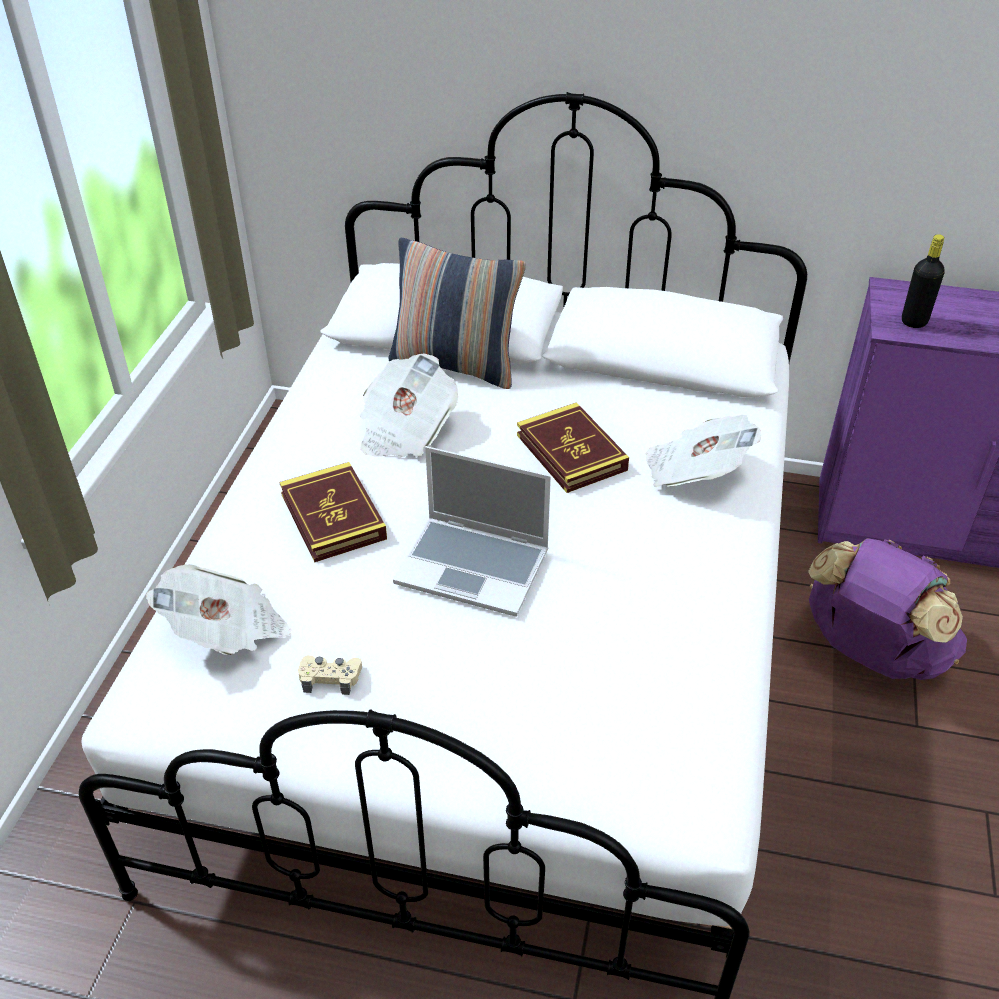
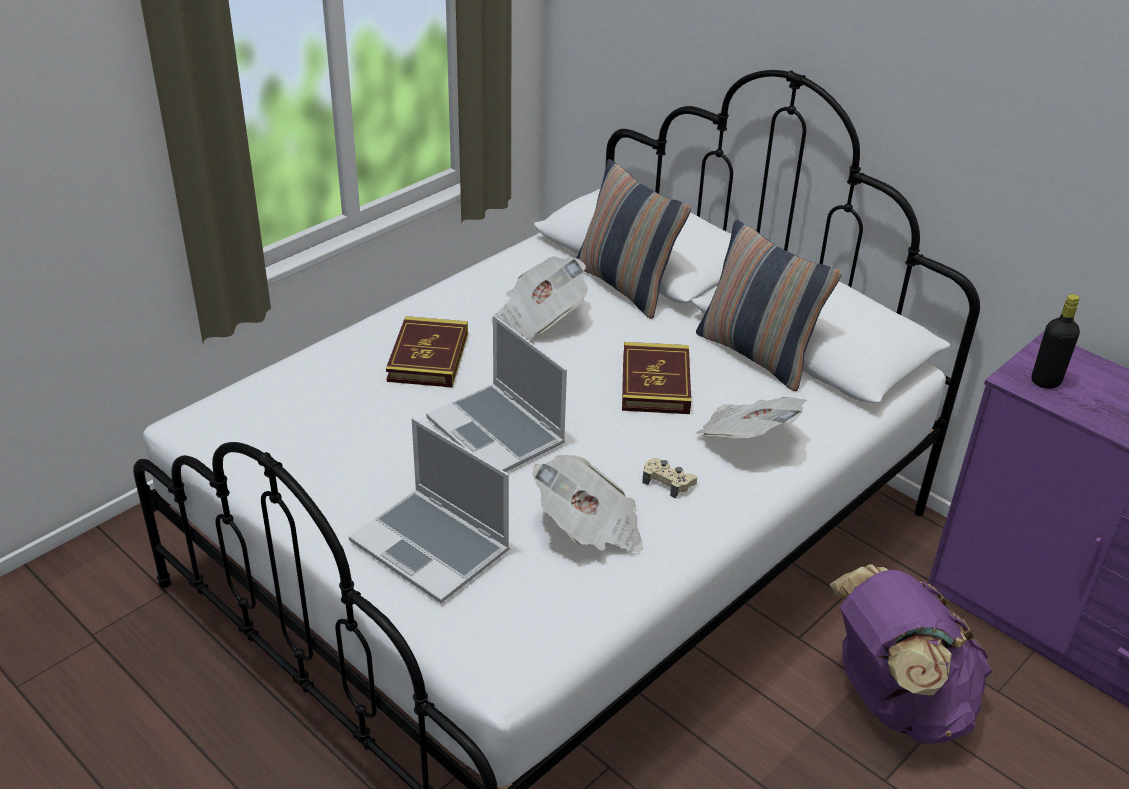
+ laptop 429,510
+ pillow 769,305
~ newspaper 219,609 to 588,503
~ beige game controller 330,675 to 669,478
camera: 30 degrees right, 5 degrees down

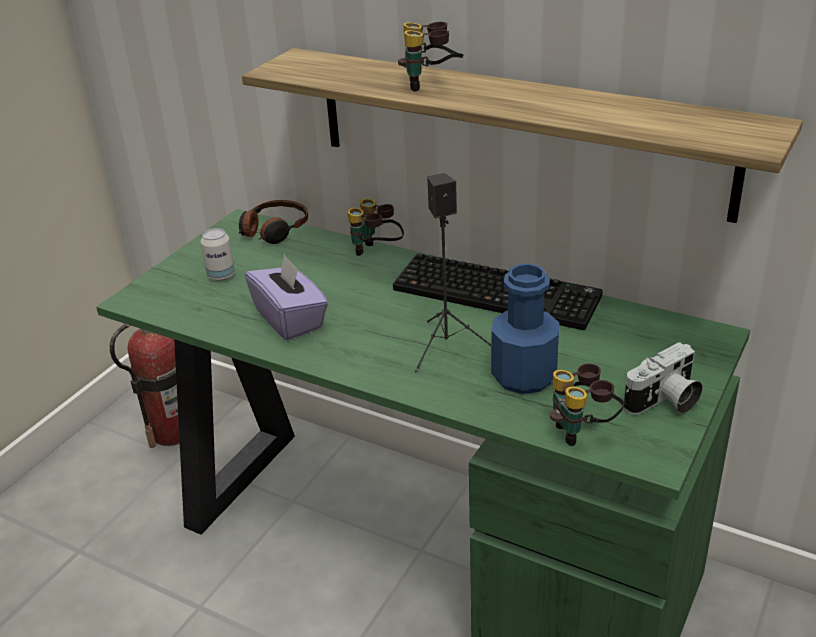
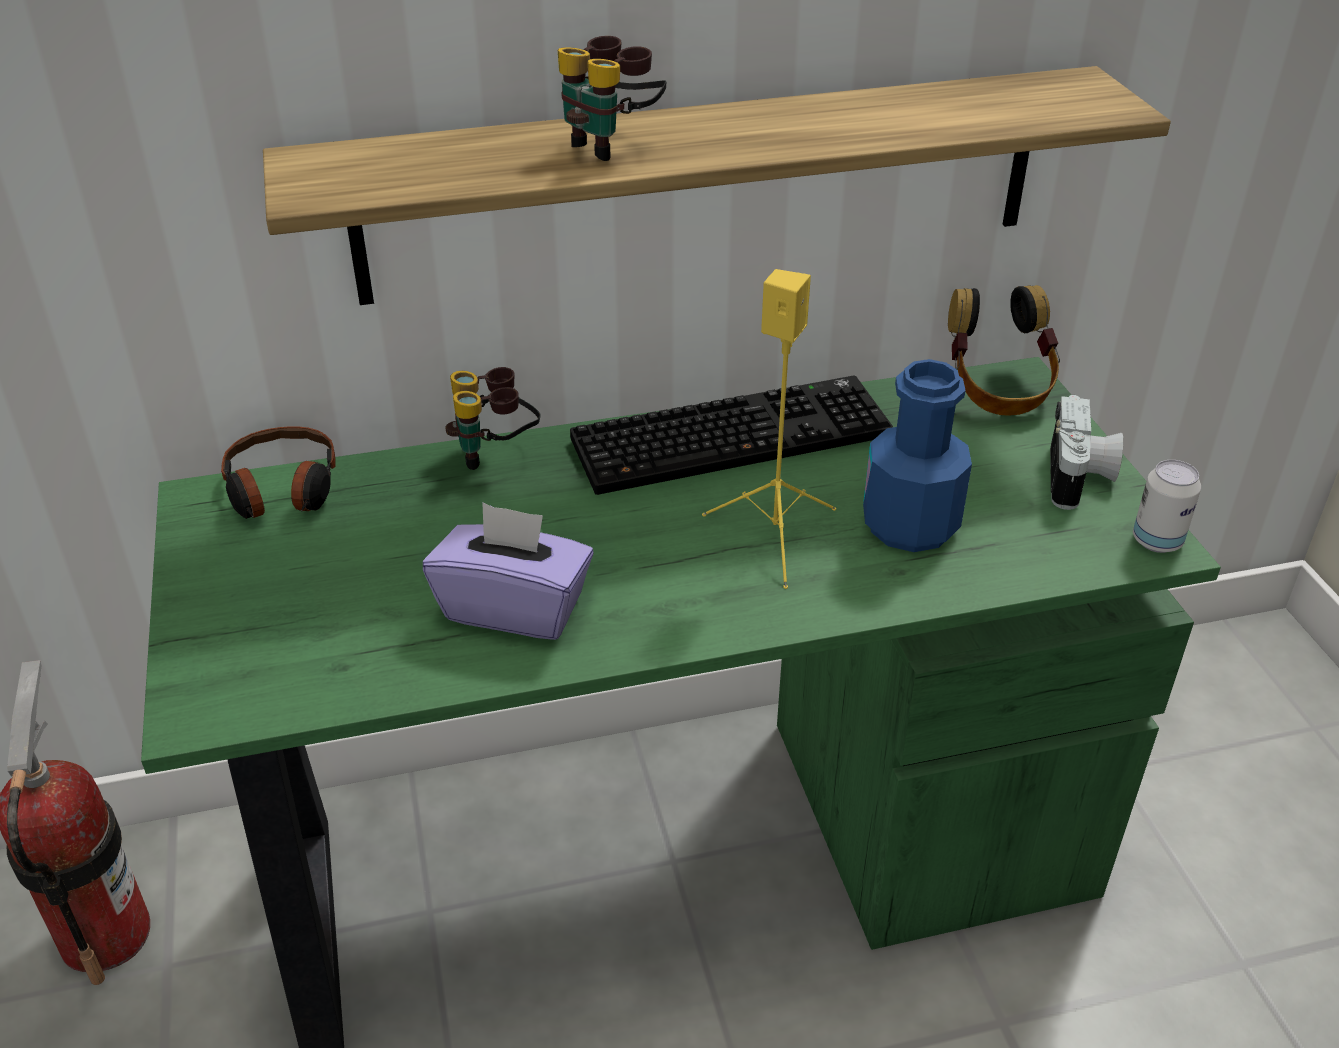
- binoculars 587,404
+ headphones 1004,350
~ can 218,254 to 1167,506
~ black speaker 453,272 to yellow speaker 769,429
camera: 45 degrees left, 5 degrees up

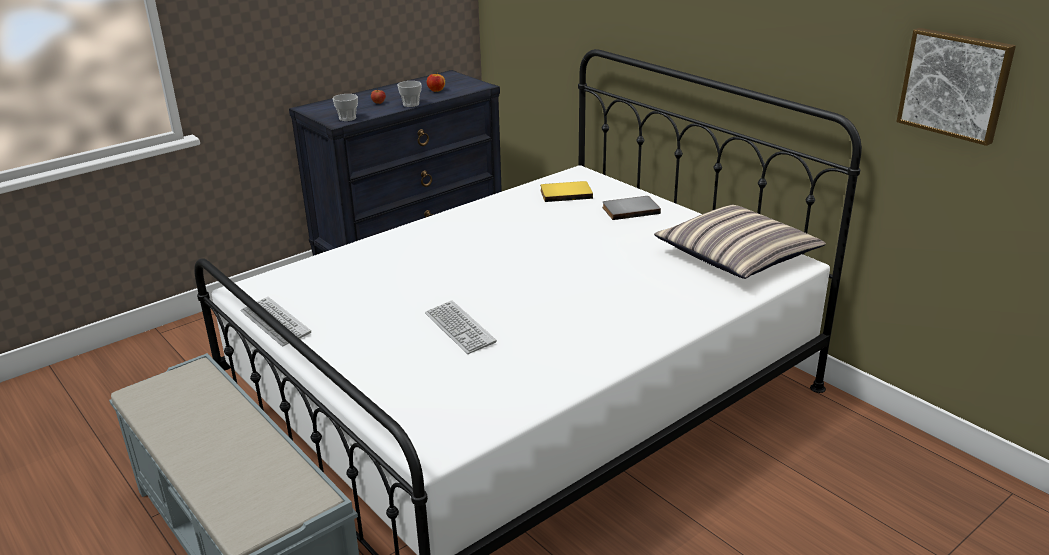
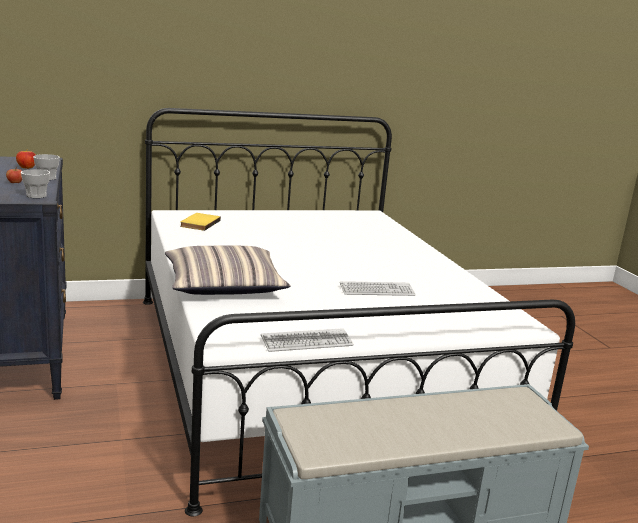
- grey book 631,208
- picture 956,87
~ pillow 740,242 to 228,270
camera: 70 degrees left, 10 degrees down

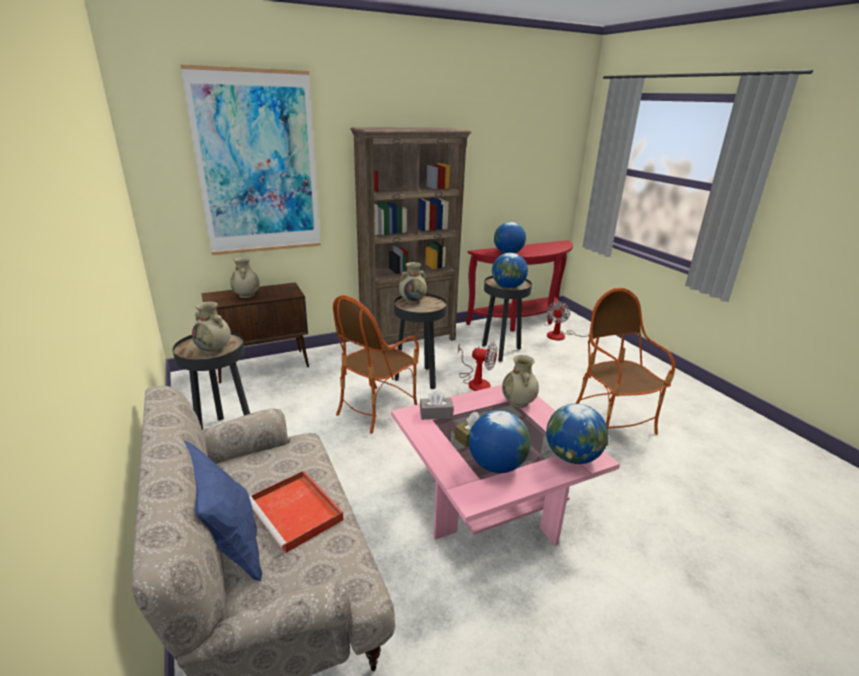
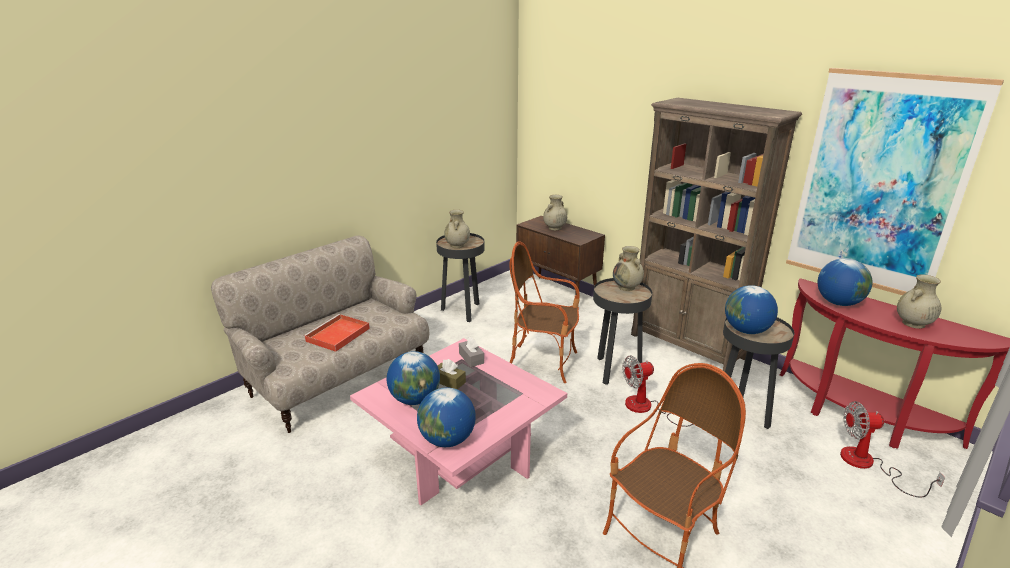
- blue pillow 223,510
~ picture 250,160 to 895,181
~ beige vase 520,381 to 919,302
~ fan 477,367 = 657,391 75 degrees clockwise
camera: 70 degrees right, 0 degrees up

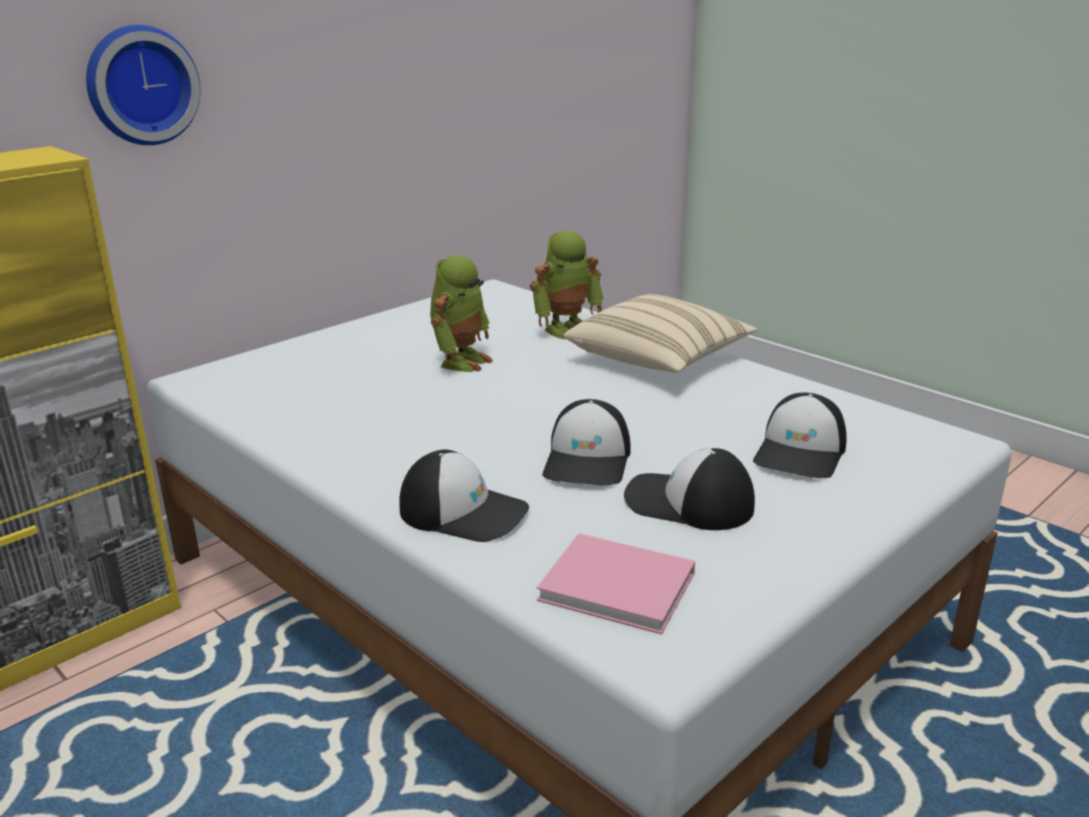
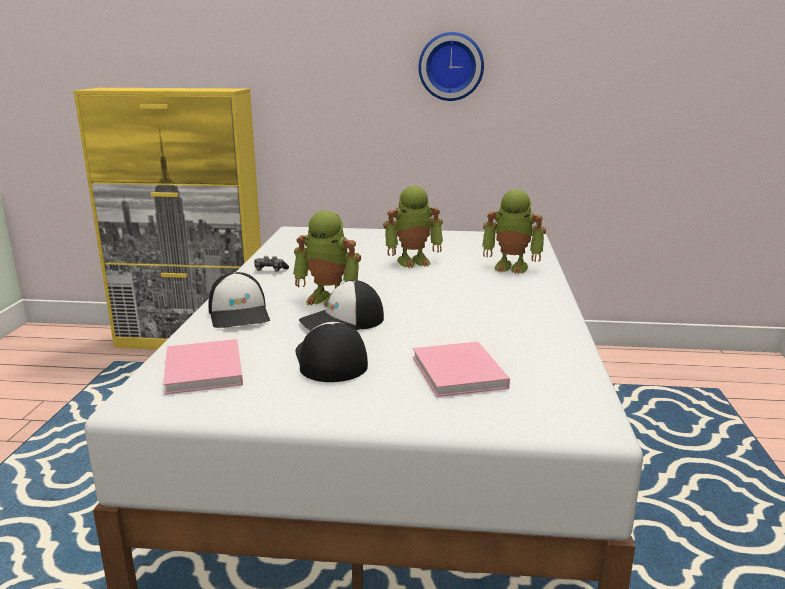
- beige pillow 660,333
+ game controller 271,264
+ toy robot 327,259
~ wall clock 143,85 to 451,66
~ cap 800,435 to pink book 461,369
camera: 50 degrees right, 5 degrees down

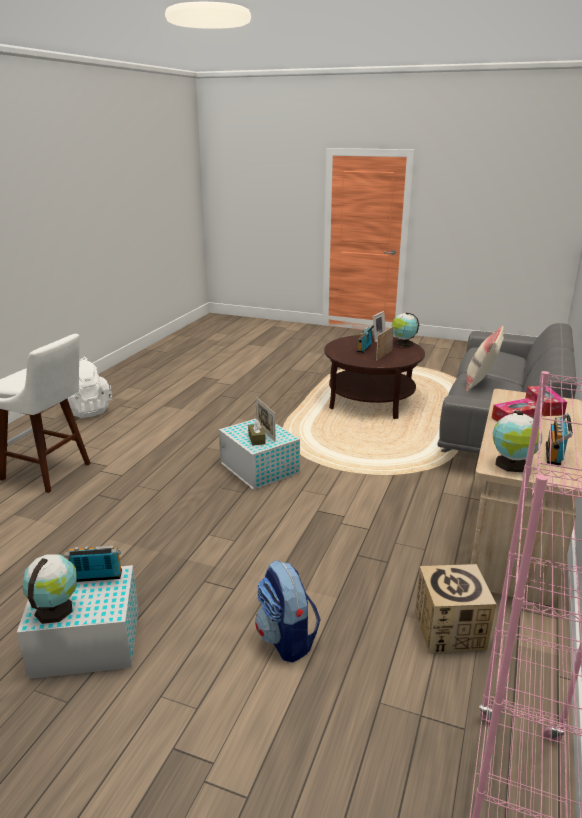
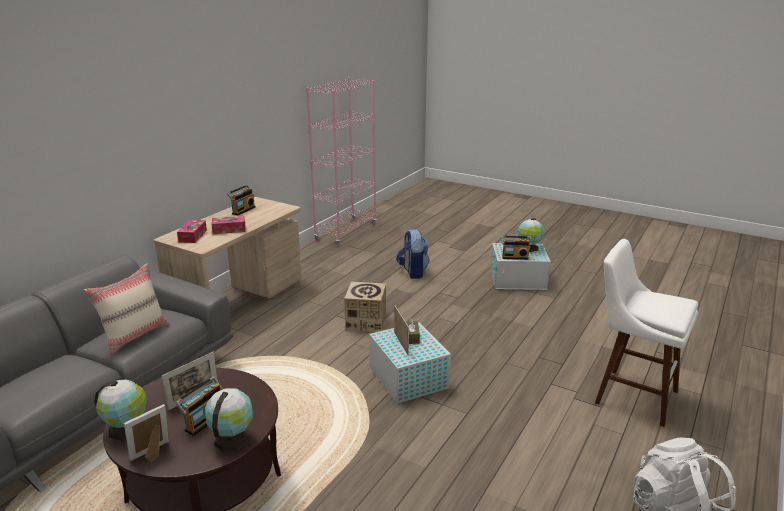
~ cardboard box 456,608 to 365,307
~ globe 517,441 to 229,420
camera: 170 degrees left, 0 degrees up

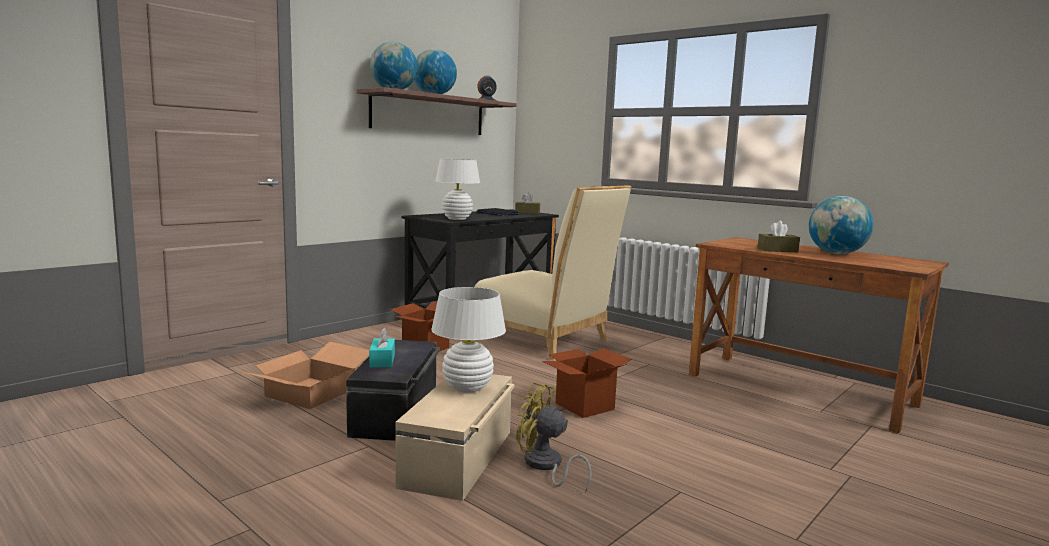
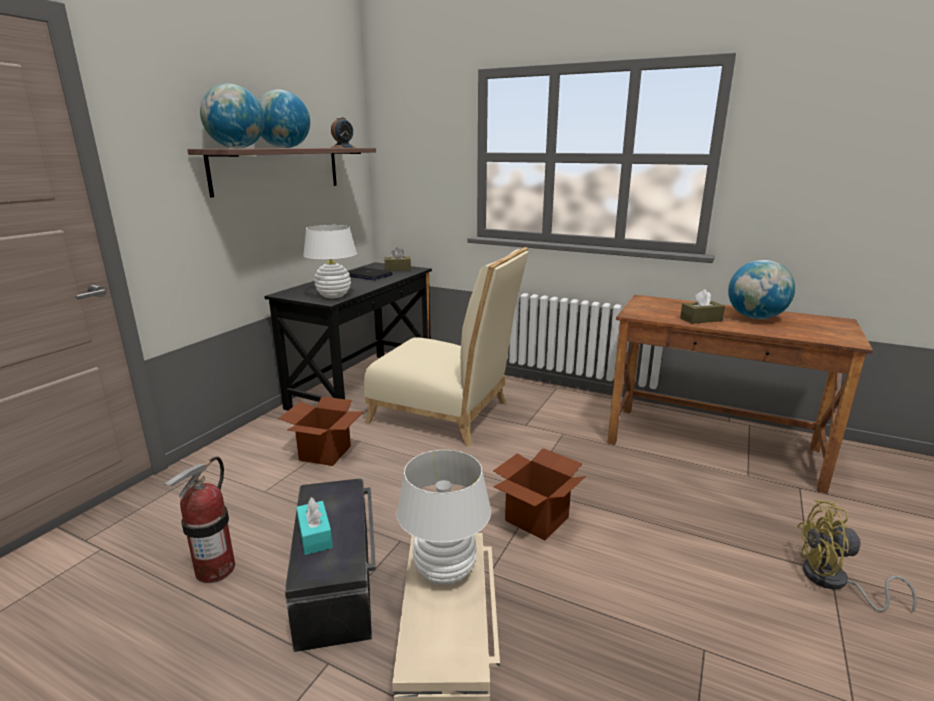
~ yellow fan 554,437 to 857,556
~ cardboard box 305,375 to fire extinguisher 199,519
camera: 15 degrees left, 10 degrees up

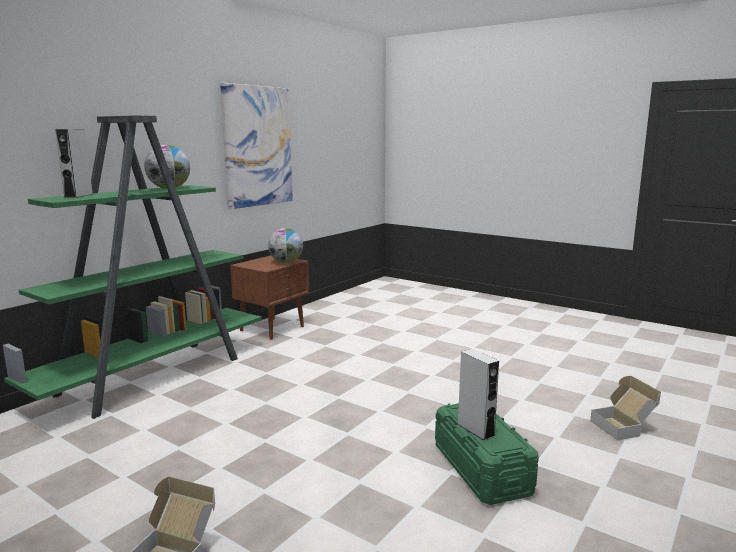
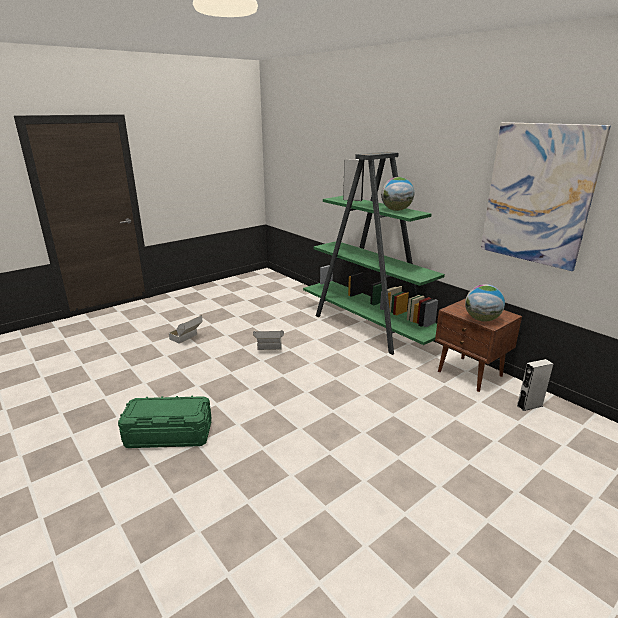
~ grey speaker 478,395 to 535,385
~ cardboard box 625,408 to 268,340
camera: 105 degrees right, 10 degrees up

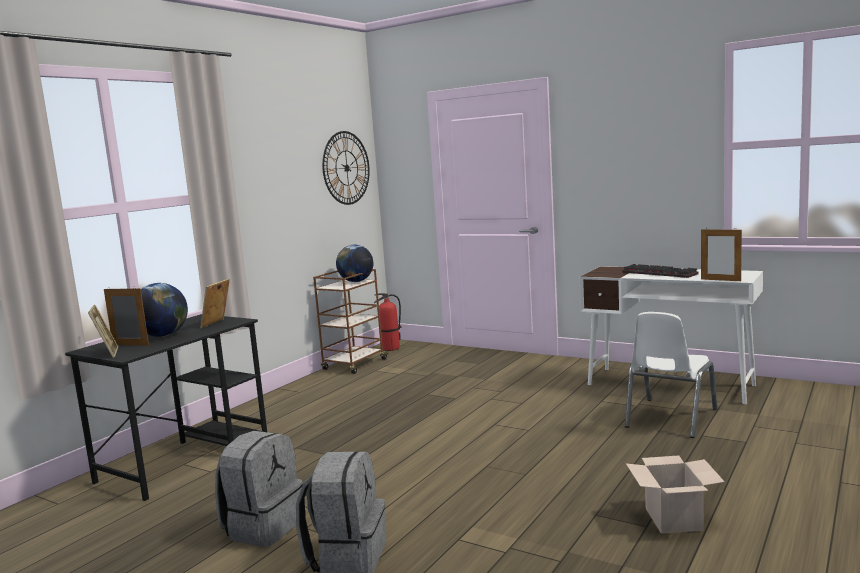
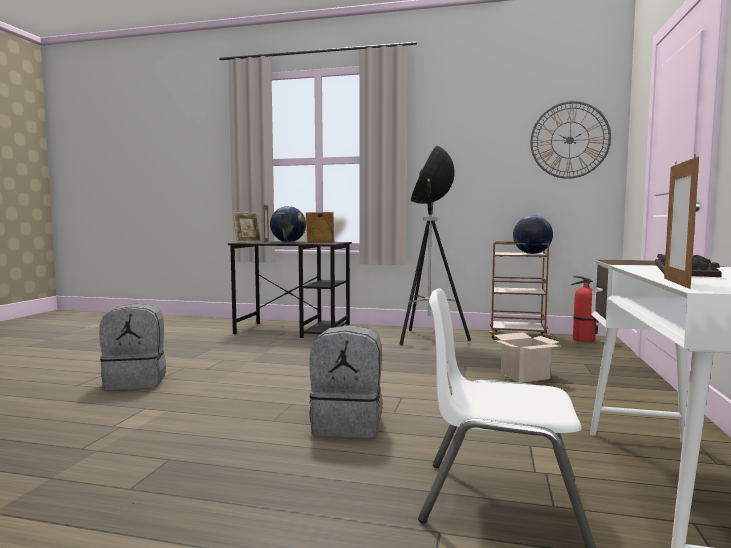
+ floor lamp 435,245
~ grey backpack 259,489 to 346,381
~ cardboard box 675,494 to 527,357
camera: 70 degrees right, 5 degrees down

